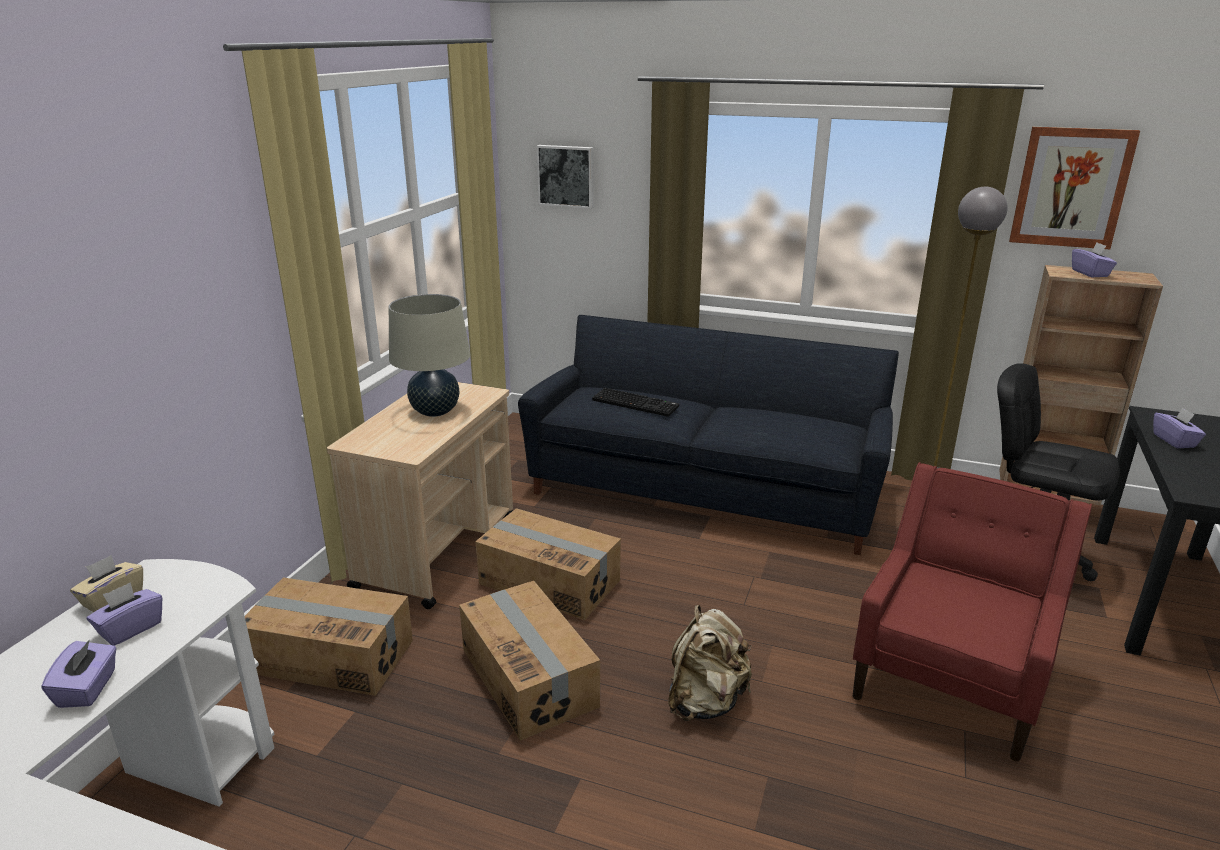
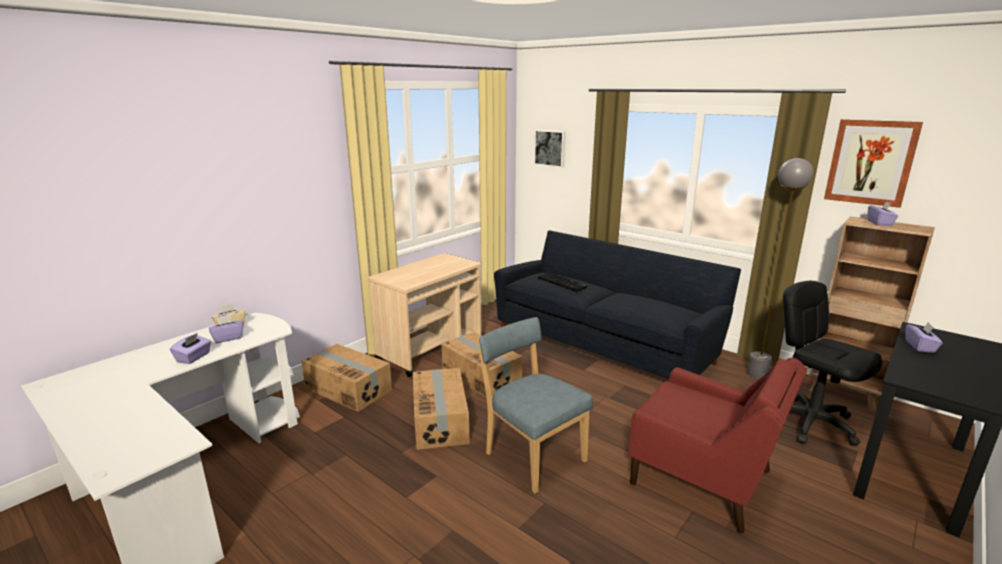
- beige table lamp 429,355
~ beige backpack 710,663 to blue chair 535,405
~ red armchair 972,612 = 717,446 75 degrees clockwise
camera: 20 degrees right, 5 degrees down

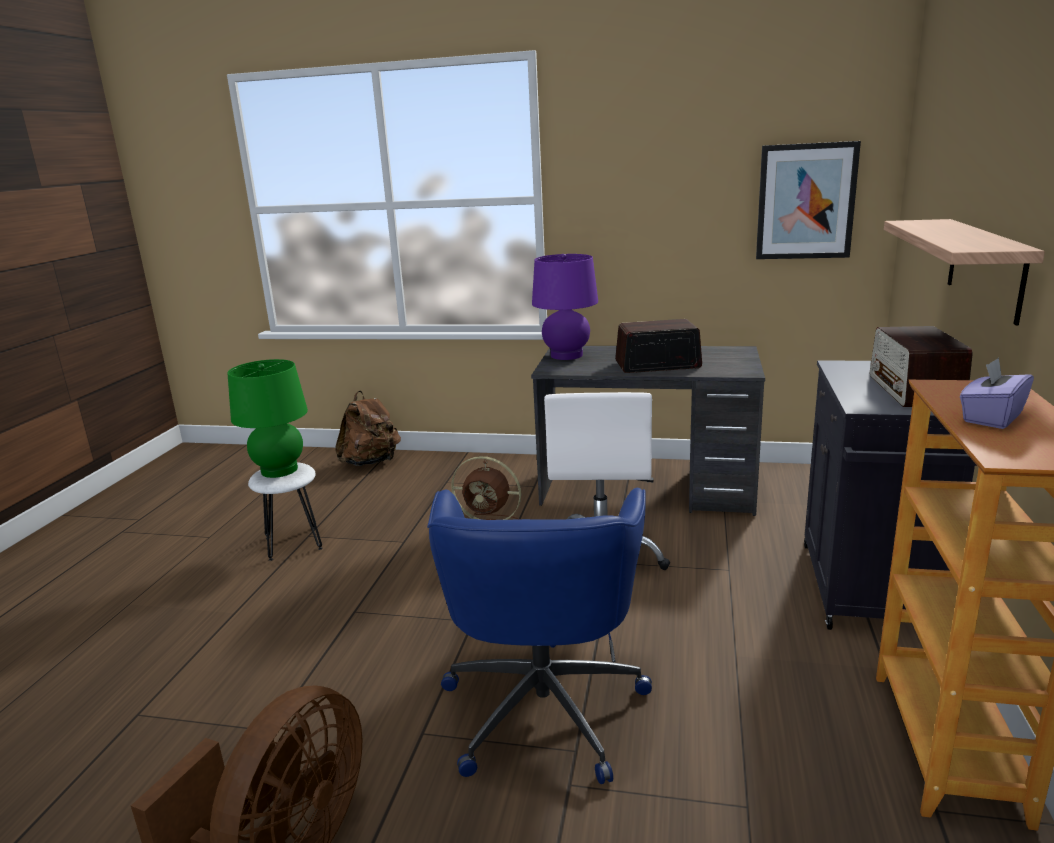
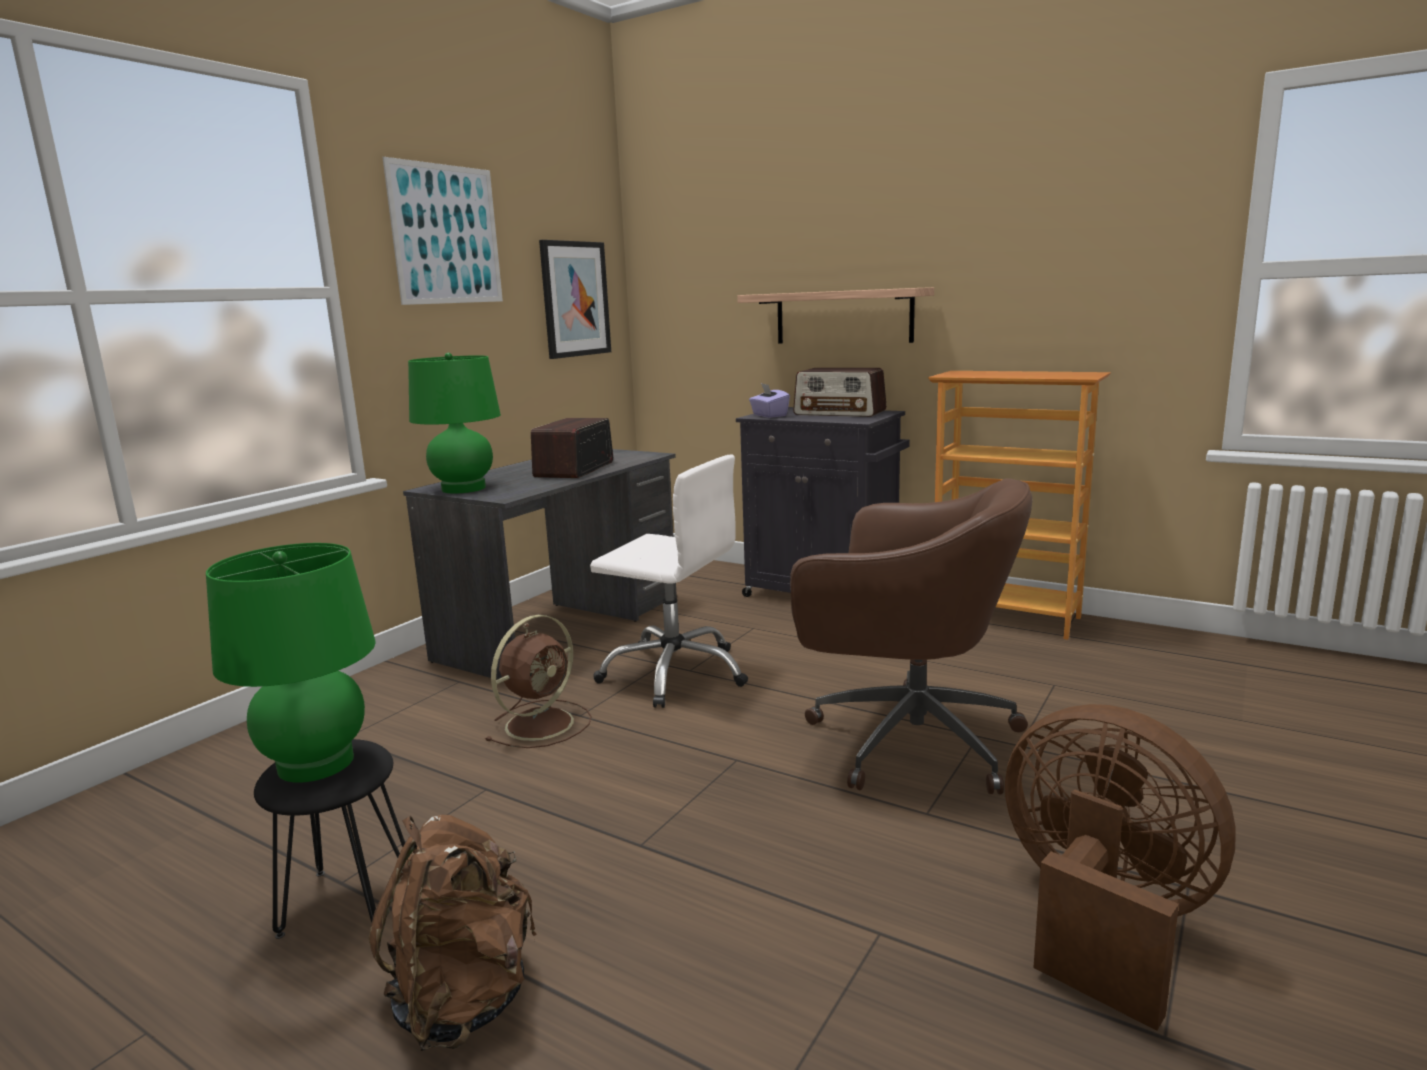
+ picture 442,231
~ brown backpack 368,428 to 452,933
~ purple tissue box 997,393 to 769,400
~ white stool 285,511 to black stool 329,839
~ blue office chair 539,636 to brown office chair 911,636
~ purple table lamp 565,307 to green table lamp 454,423
camera: 70 degrees left, 5 degrees down

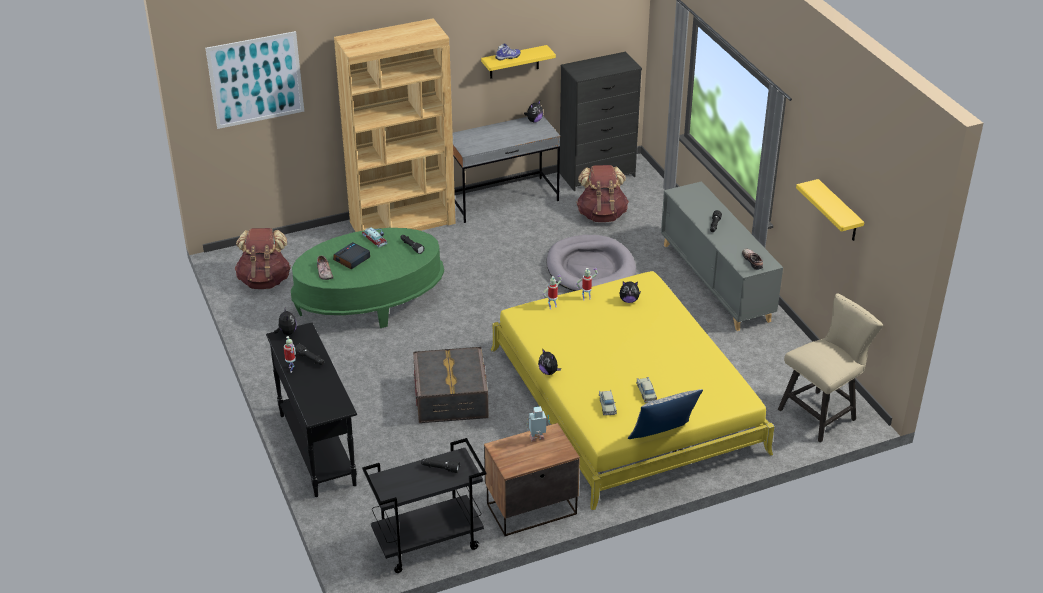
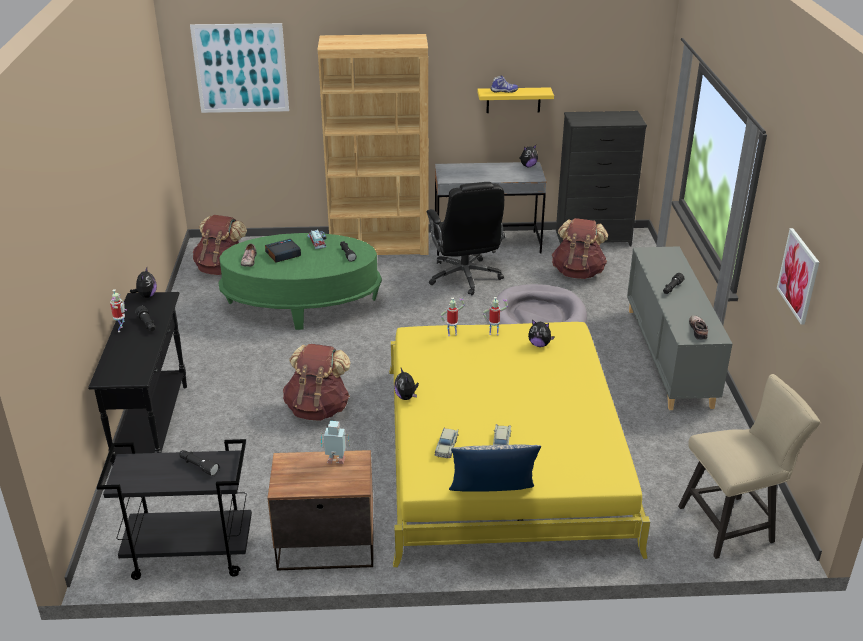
+ black office chair 466,238
~ grey storage box 451,385 to brown backpack 317,382
~ yellow shelf 830,210 to picture 798,276
camera: 20 degrees right, 5 degrees down

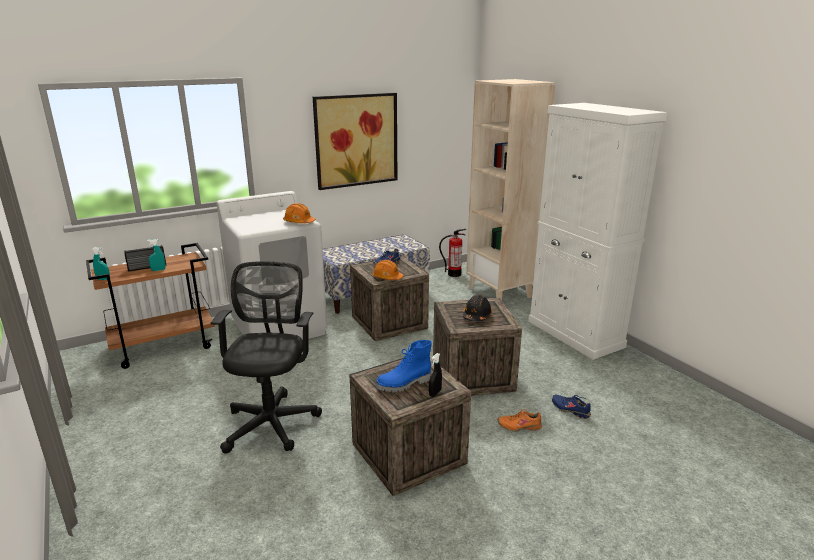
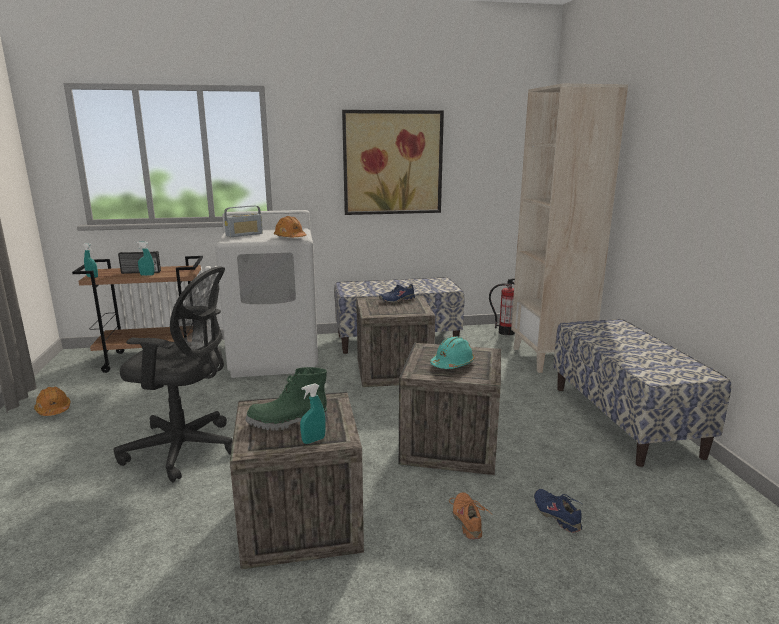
+ radio 243,221
~ orange hard hat 387,270 to 52,401
~ white cabinet 597,231 to bench 642,393
~ blue boot 403,366 to green boot 286,399
~ black spray bottle 435,375 to turquoise spray bottle 313,413
~ black hard hat 477,308 to turquoise hard hat 452,352
~ black office chair 266,357 = 173,374 75 degrees clockwise
~ orange shoe 520,420 = 468,515 60 degrees clockwise
camera: 20 degrees right, 5 degrees down

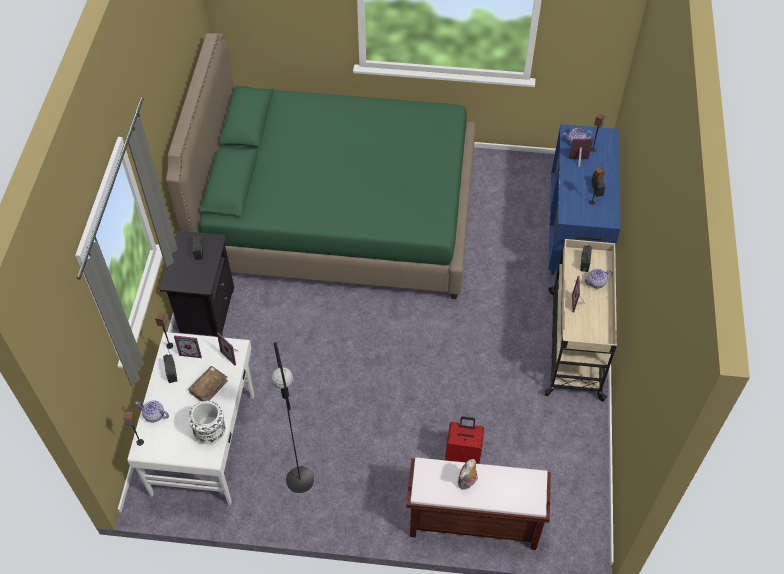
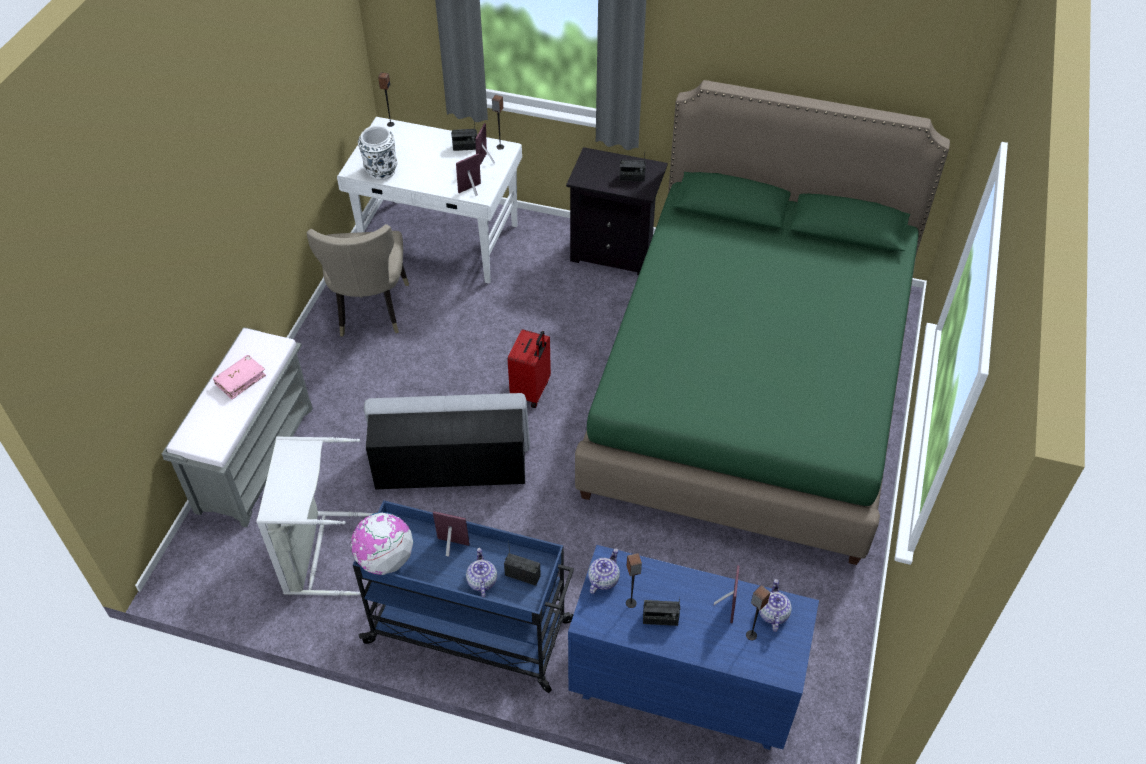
- brown book 208,384
+ grey laundry basket 315,516
+ globe 382,543
+ grey ottoman 447,441
~ teapot 152,411 to 604,571
~ red suitcase 464,440 to 529,368
~ black floor lamp 293,417 to beige chair 358,280
~ plush toy 468,474 to pink book 239,377
~ brown bench 478,503 to grey bench 237,427
~ beige cart 581,319 to blue cart 463,597
camera: 100 degrees right, 5 degrees down

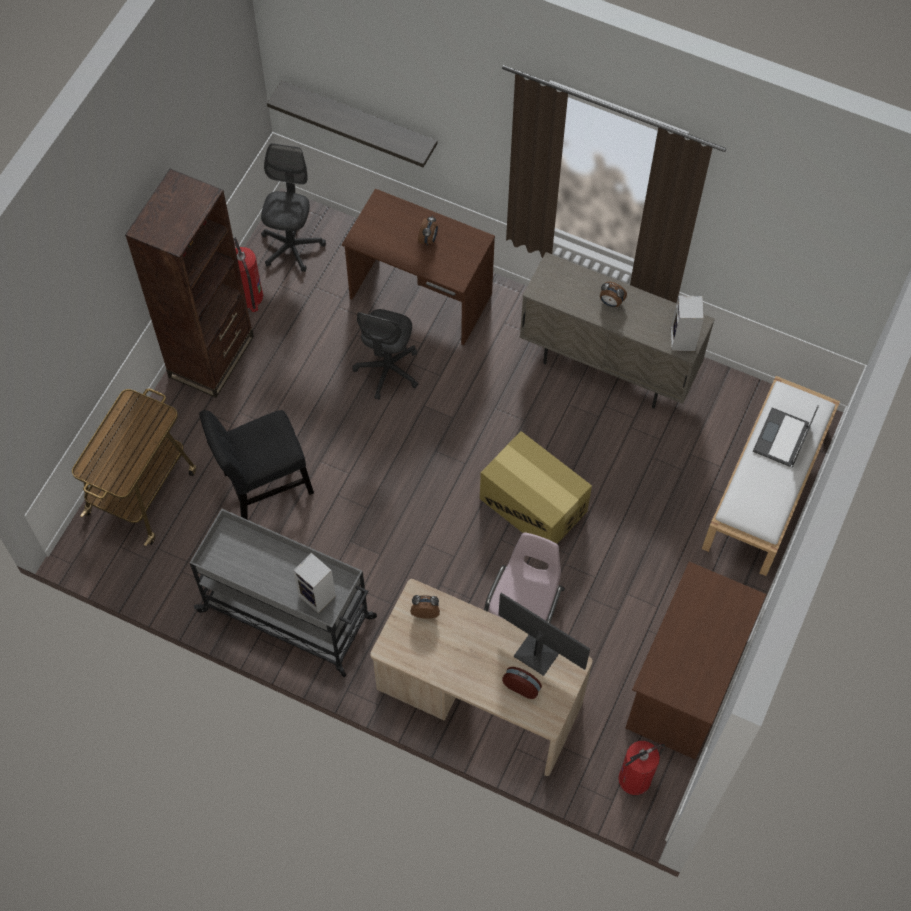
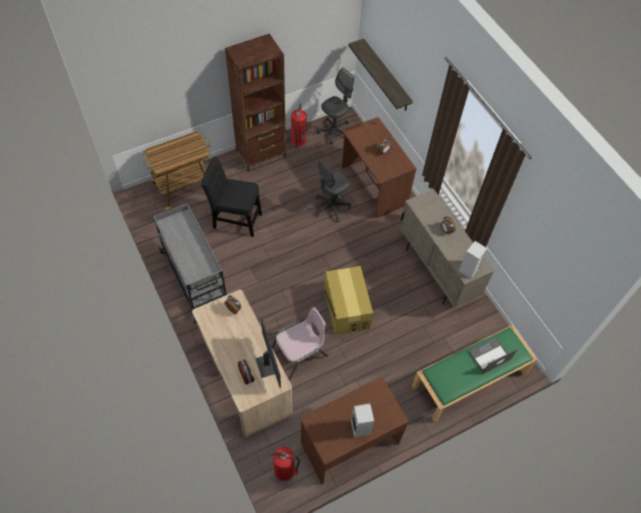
~ speaker 314,583 to 362,421
~ white bench 771,476 to green bench 474,373
camera: 35 degrees right, 5 degrees down

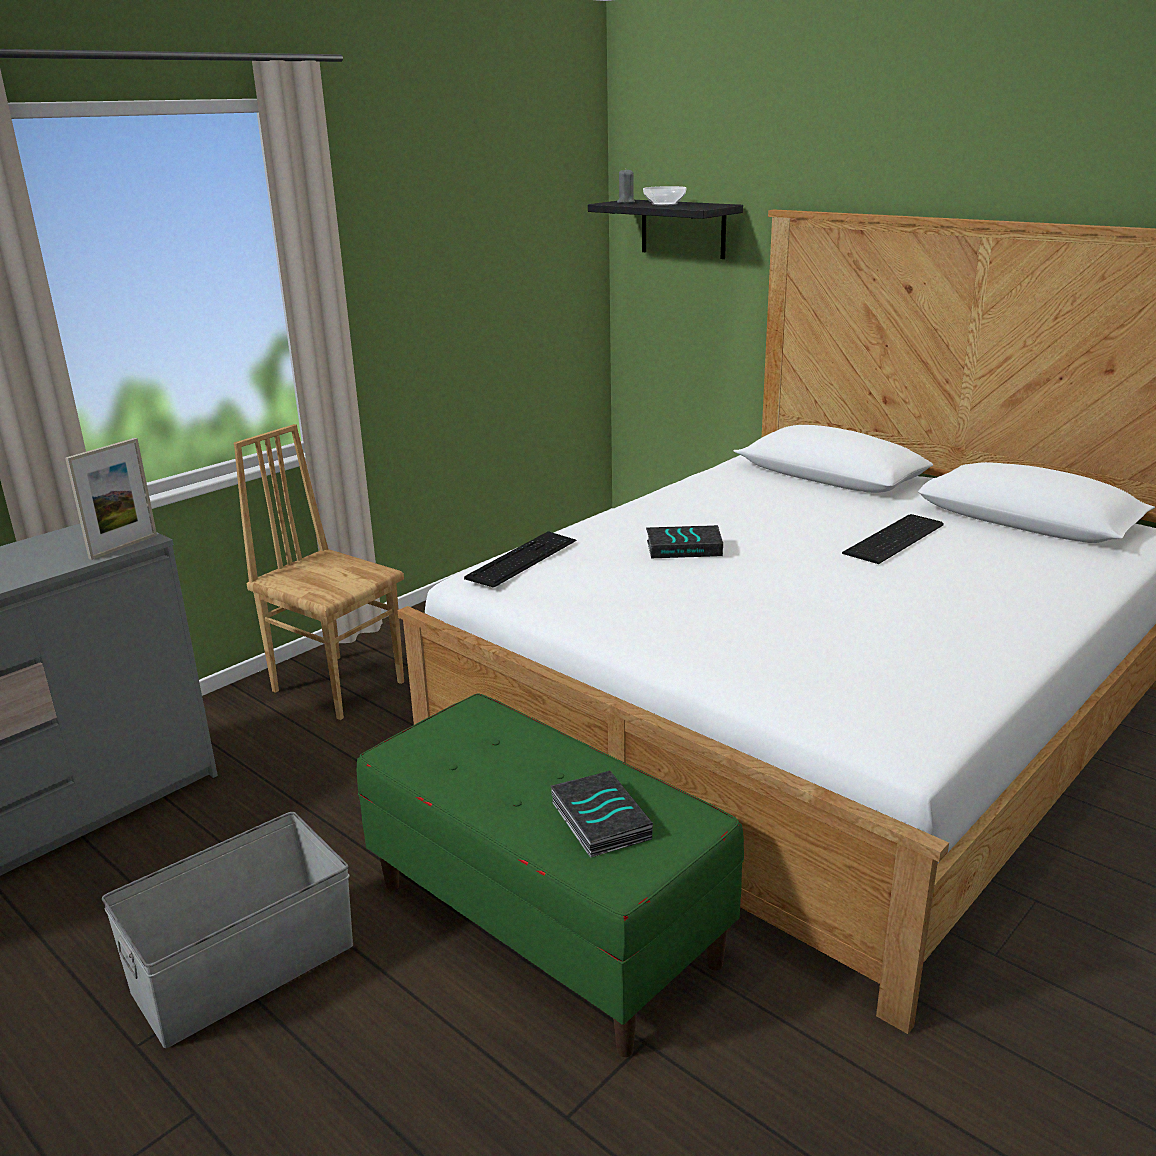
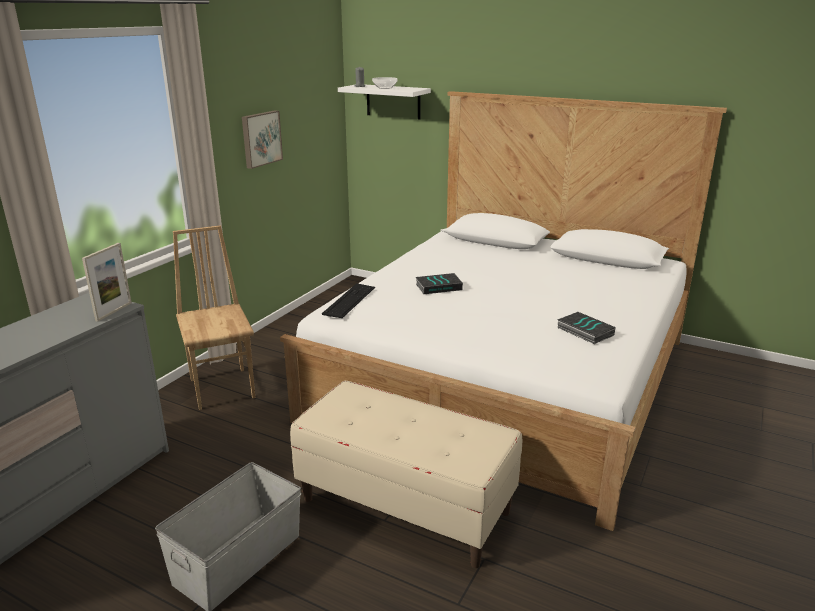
- keyboard 893,539
+ picture 262,139
~ book 602,814 to 586,328
~ green bench 550,875 to beige bench 406,474
~ black shelf 665,229 to white shelf 384,102
~ brown chair 319,572 = 214,318 45 degrees clockwise
camera: 15 degrees left, 0 degrees up

